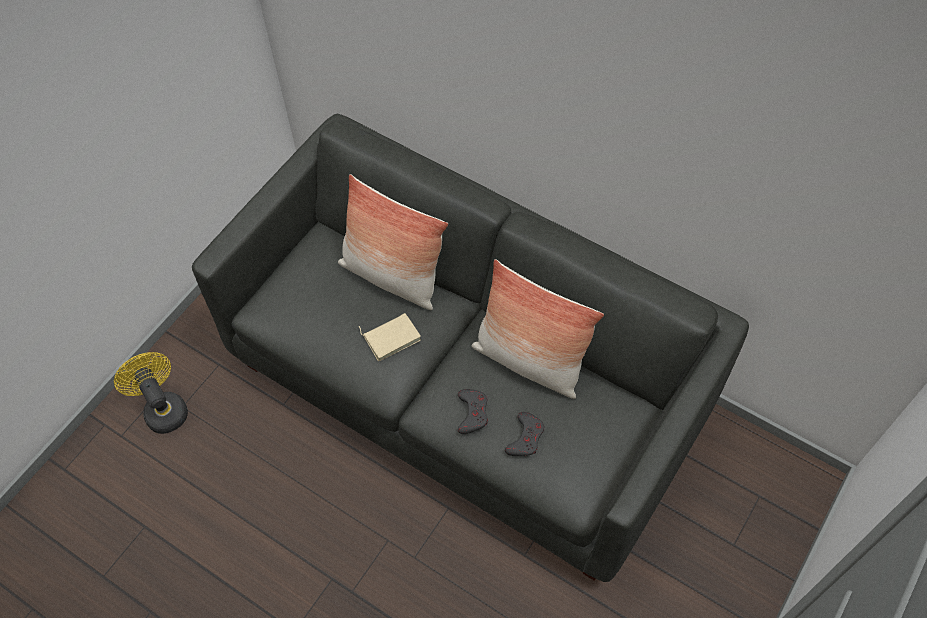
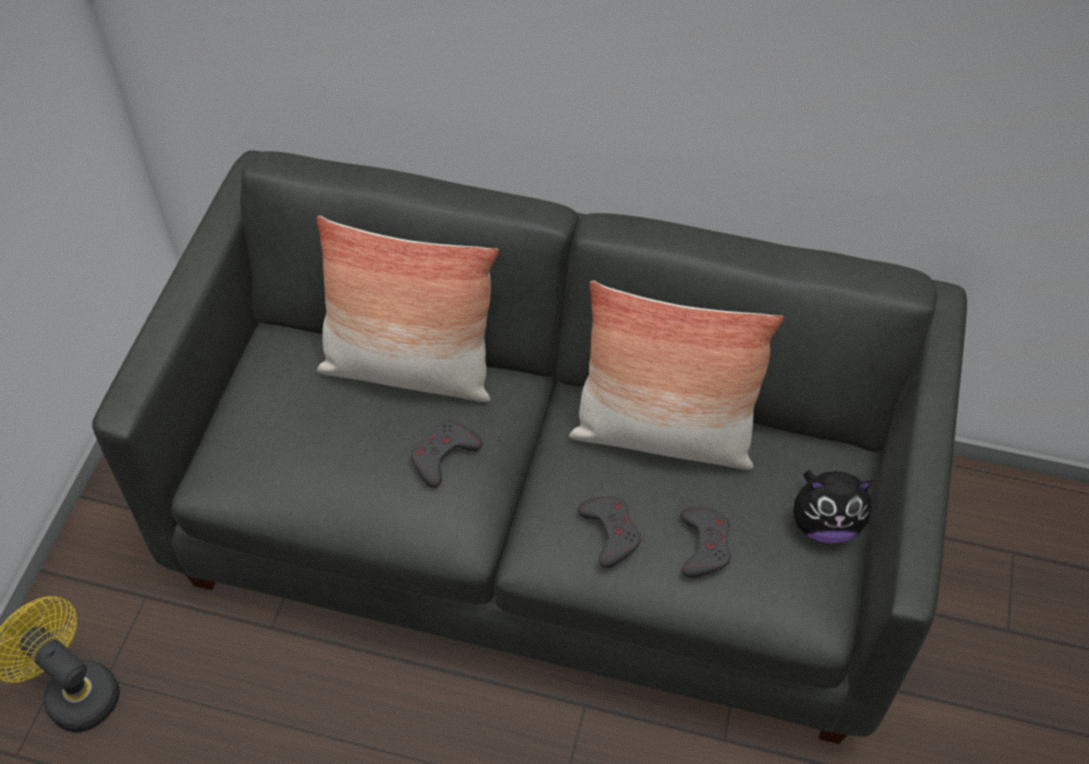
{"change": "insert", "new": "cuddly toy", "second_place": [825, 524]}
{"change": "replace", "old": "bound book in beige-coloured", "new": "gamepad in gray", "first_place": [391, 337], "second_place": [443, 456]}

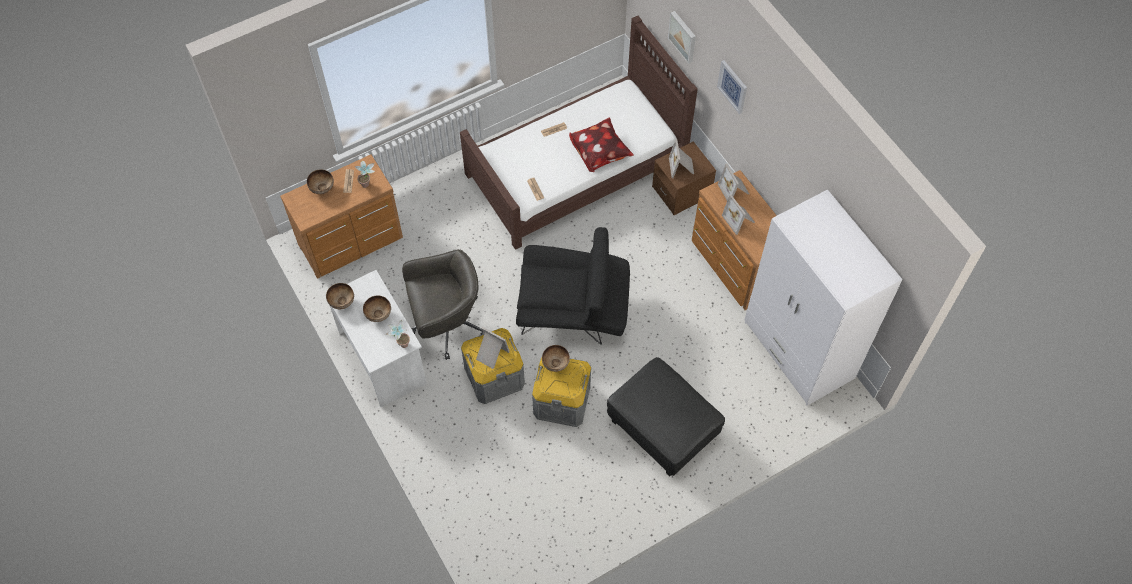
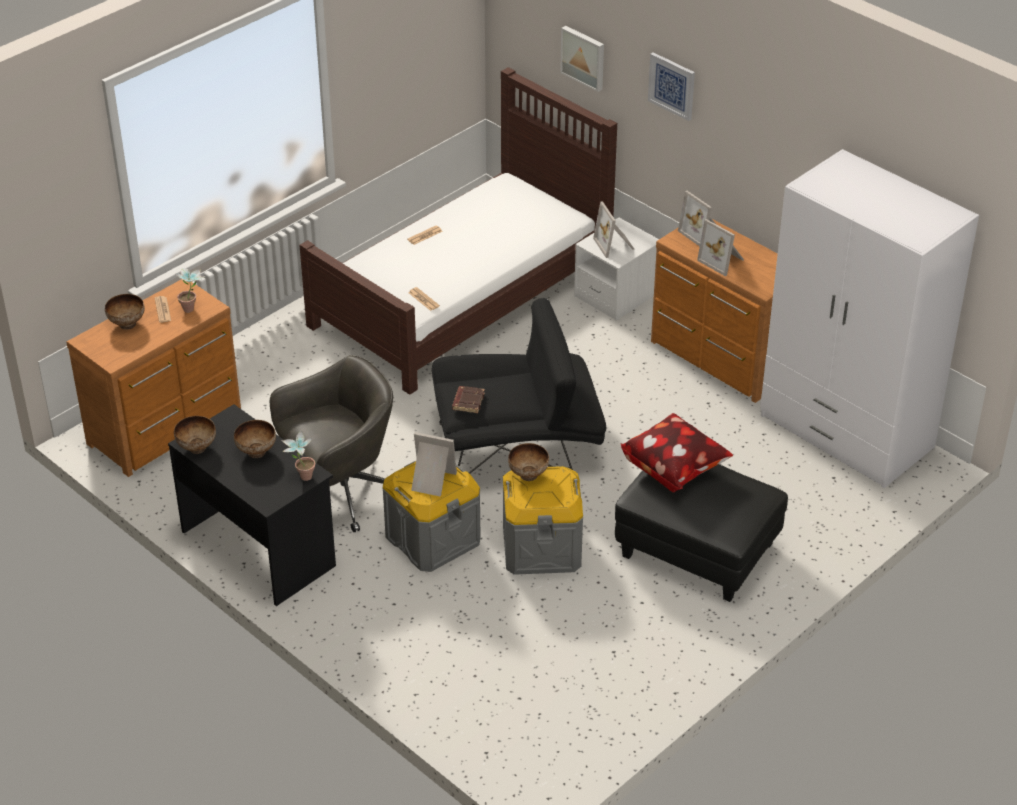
{"change": "insert", "new": "bound book in brown-coloured", "second_place": [468, 401]}
{"change": "move", "old": "throw pillow", "first_place": [600, 153], "second_place": [674, 468]}
{"change": "recolor", "old": "desk table in whitish", "new": "desk table in black-coloured", "first_place": [383, 356], "second_place": [259, 547]}
{"change": "recolor", "old": "bedside table in brown-coloured", "new": "bedside table in whitish", "first_place": [681, 192], "second_place": [616, 295]}

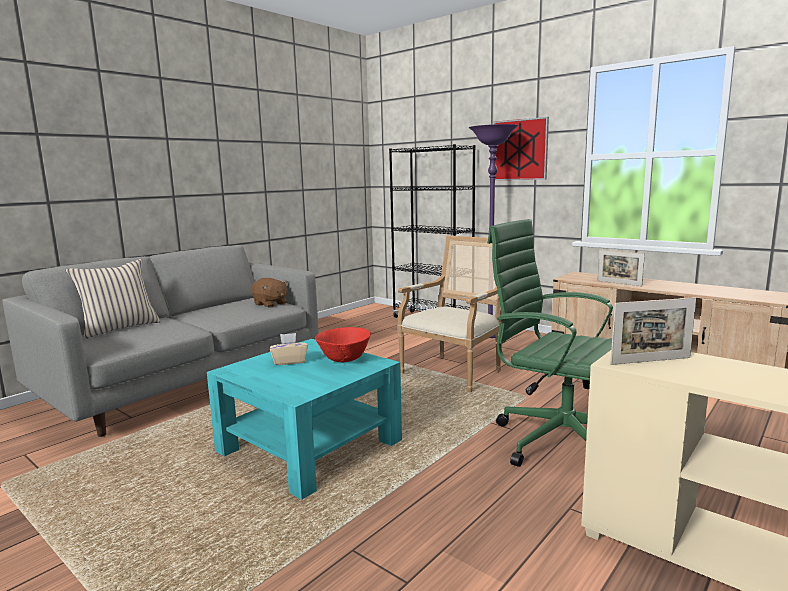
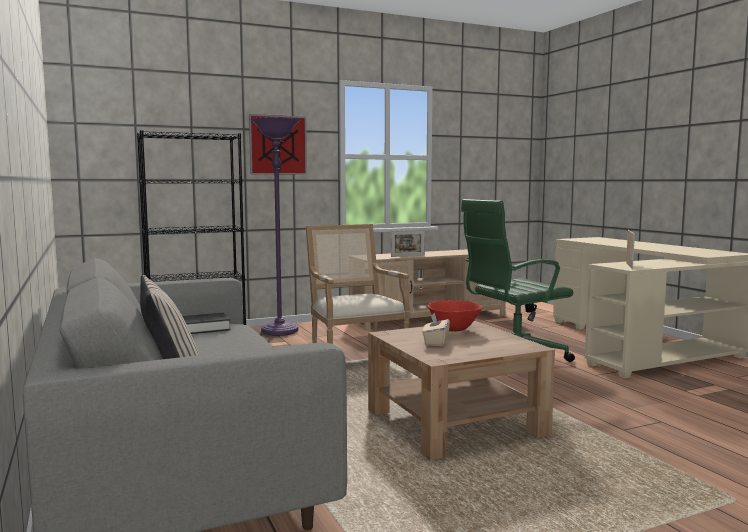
{"change": "replace", "old": "cuddly toy in brown-coloured", "new": "bound book in black-coloured", "first_place": [270, 304], "second_place": [203, 328]}
{"change": "recolor", "old": "coffee table in blue-green", "new": "coffee table in brown-coloured", "first_place": [309, 446], "second_place": [455, 423]}

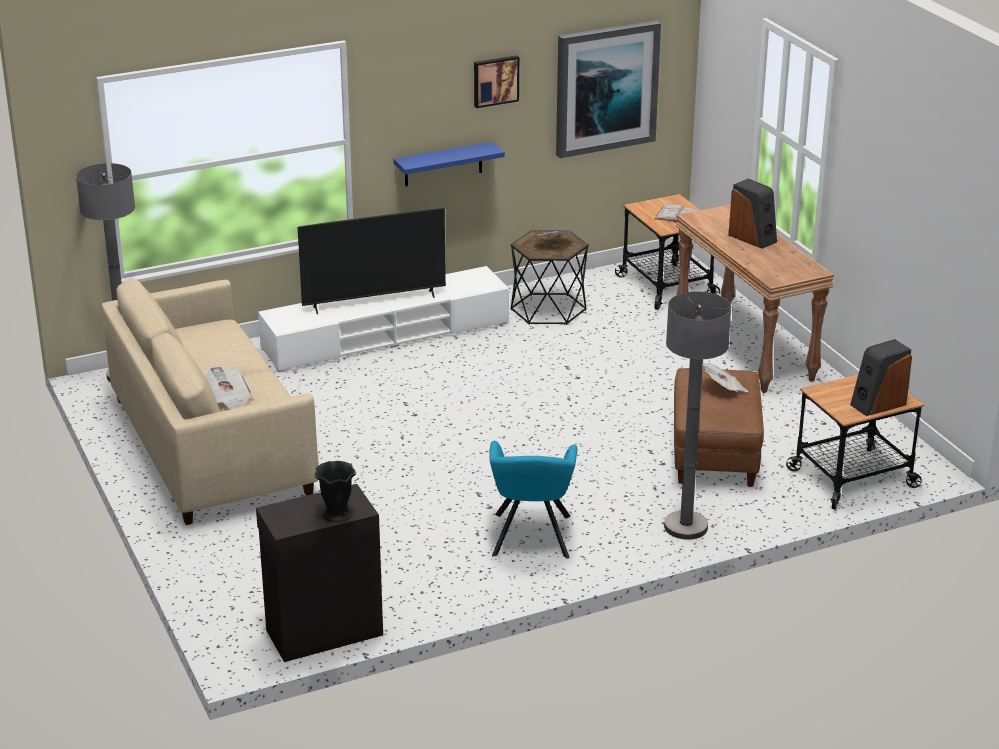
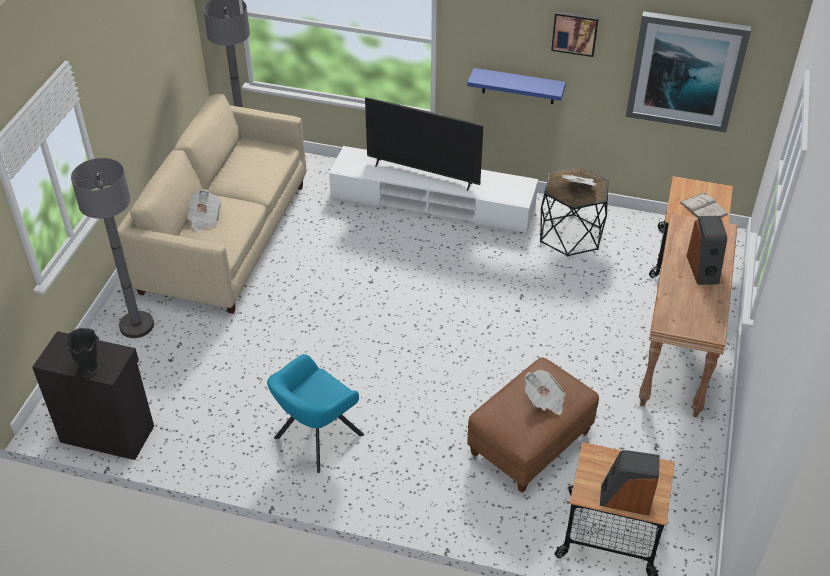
{"change": "move", "old": "standard lamp in gray", "first_place": [685, 527], "second_place": [136, 325]}

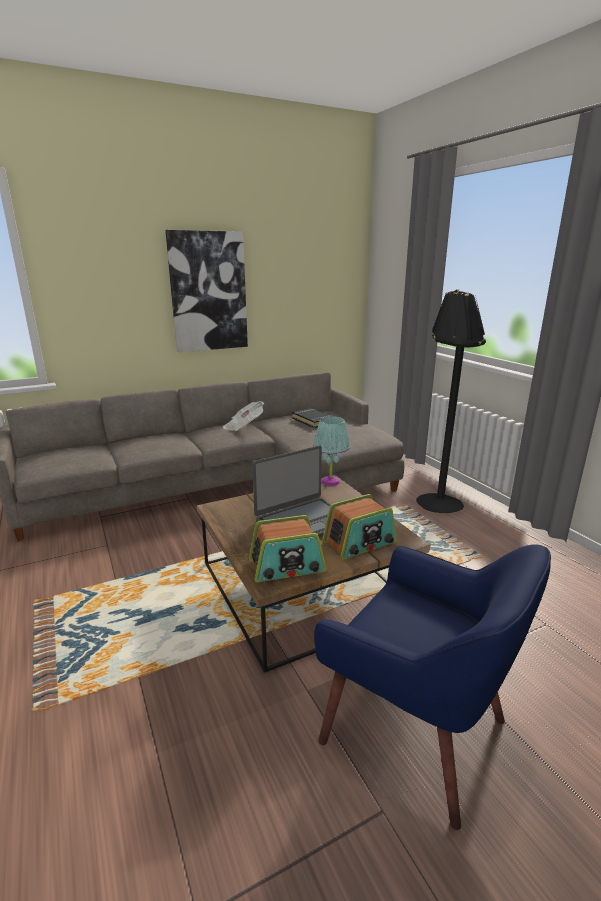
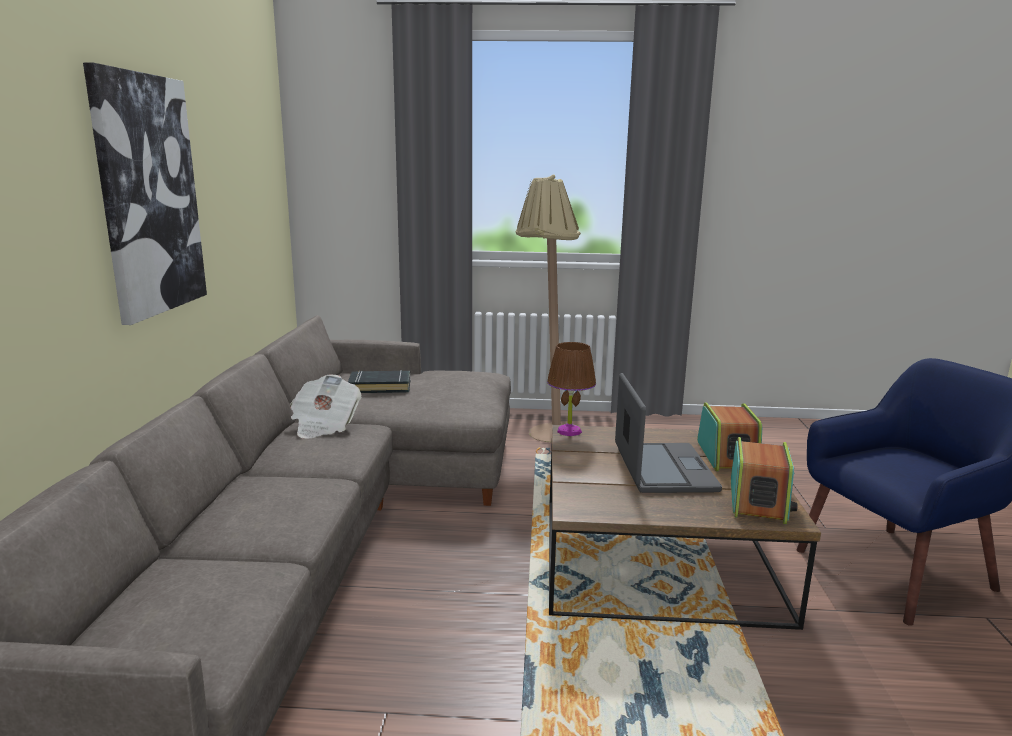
{"change": "recolor", "old": "table lamp in blue-green", "new": "table lamp in brown-coloured", "first_place": [330, 481], "second_place": [569, 431]}
{"change": "recolor", "old": "standard lamp in black-coloured", "new": "standard lamp in beige-coloured", "first_place": [440, 499], "second_place": [547, 430]}

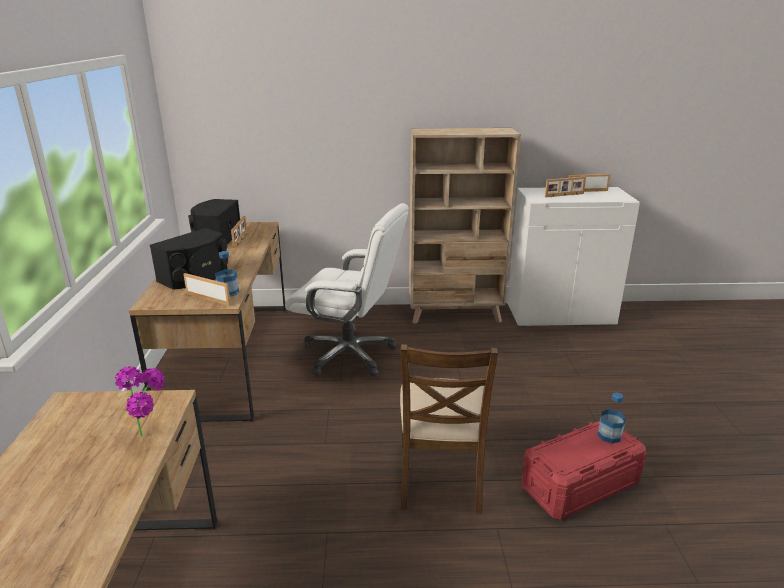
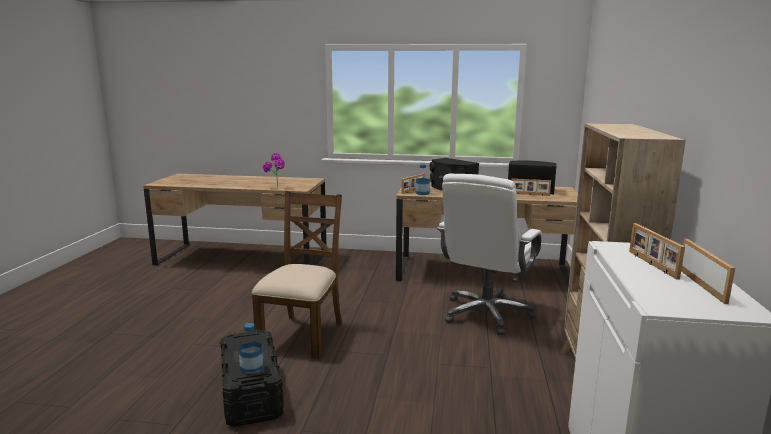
{"change": "recolor", "old": "storage container in reddish", "new": "storage container in black-coloured", "first_place": [579, 484], "second_place": [251, 393]}
{"change": "rotate", "old": "upright chair in brown-coloured", "first_place": [440, 476], "second_place": [303, 335], "degrees": 90}

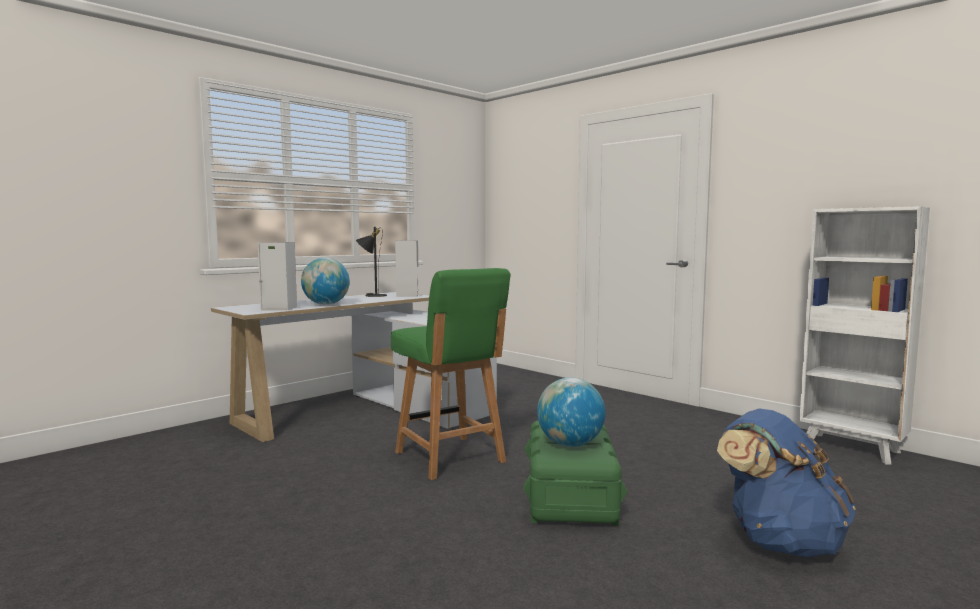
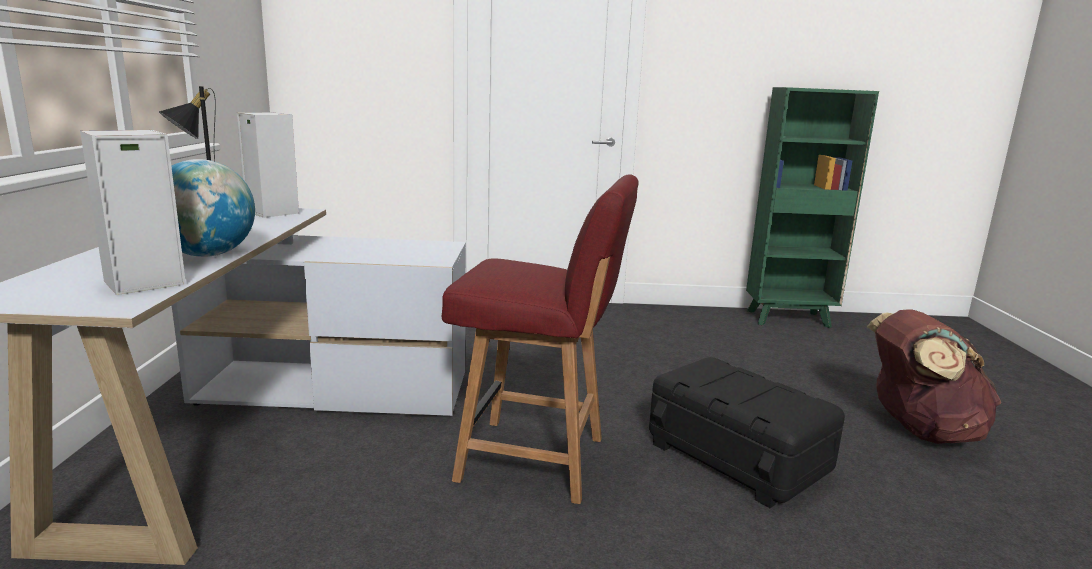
{"change": "delete", "old": "globe", "first_place": [570, 444]}
{"change": "recolor", "old": "upright chair in greenish", "new": "upright chair in reddish", "first_place": [450, 458], "second_place": [536, 460]}
{"change": "recolor", "old": "storage container in greenish", "new": "storage container in black-coloured", "first_place": [571, 497], "second_place": [737, 457]}
{"change": "recolor", "old": "knapsack in blue", "new": "knapsack in brown-coloured", "first_place": [779, 541], "second_place": [919, 430]}
{"change": "recolor", "old": "bookshelf in whitish", "new": "bookshelf in greenish", "first_place": [852, 449], "second_place": [790, 319]}

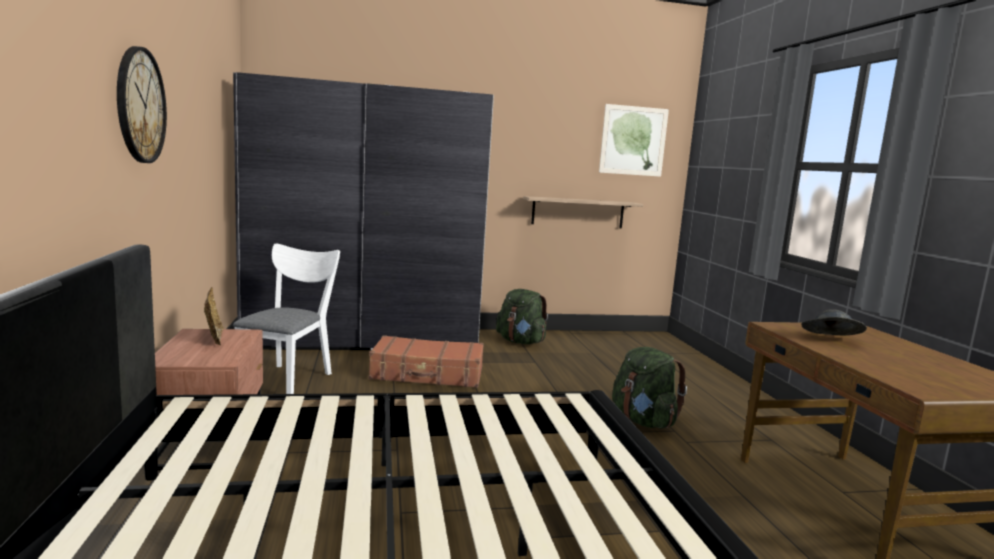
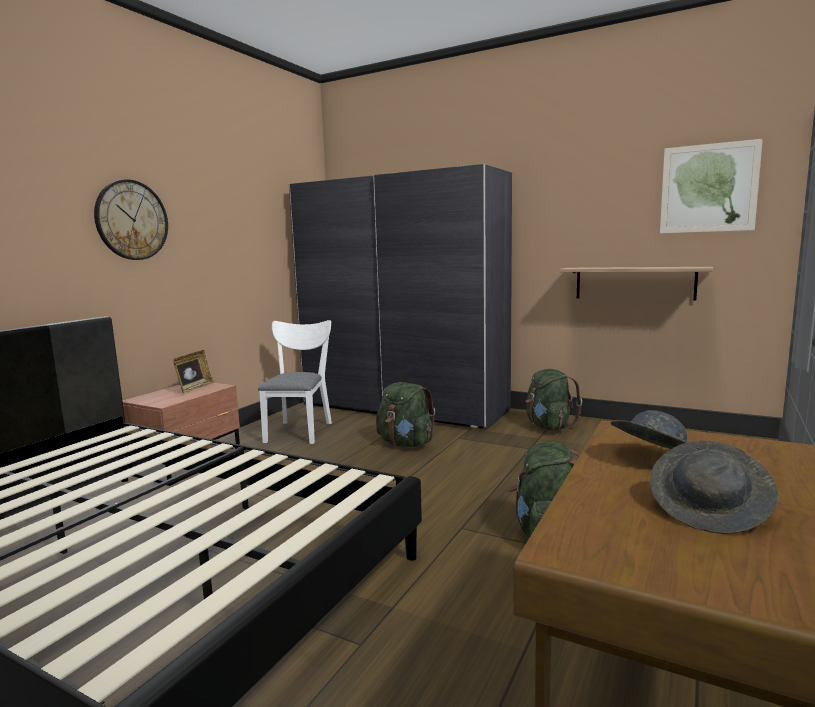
{"change": "insert", "new": "wearable hat in gray", "second_place": [710, 510]}
{"change": "replace", "old": "travel case in brown-coloured", "new": "knapsack in greenish", "first_place": [427, 374], "second_place": [405, 443]}
{"change": "rotate", "old": "upright chair in whitish", "first_place": [289, 378], "second_place": [300, 430], "degrees": -45}

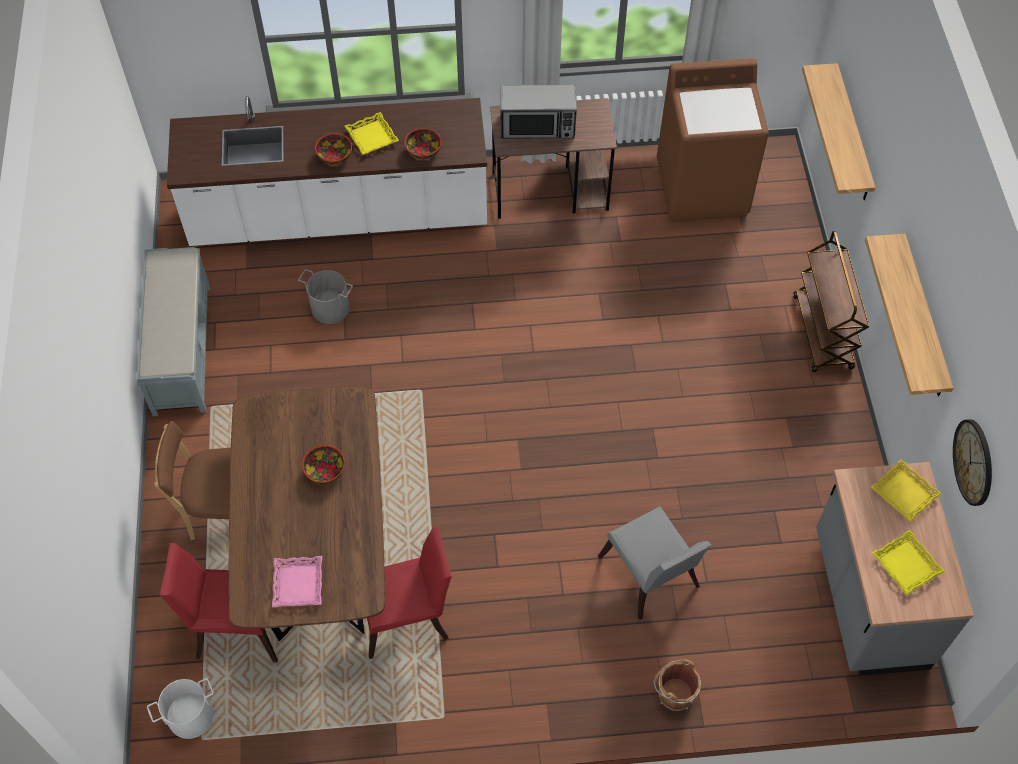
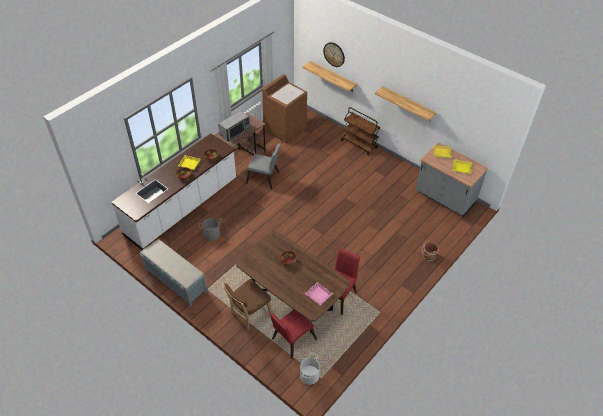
{"change": "move", "old": "upright chair in gray", "first_place": [650, 578], "second_place": [265, 179]}
{"change": "move", "old": "wall clock", "first_place": [974, 462], "second_place": [334, 54]}

